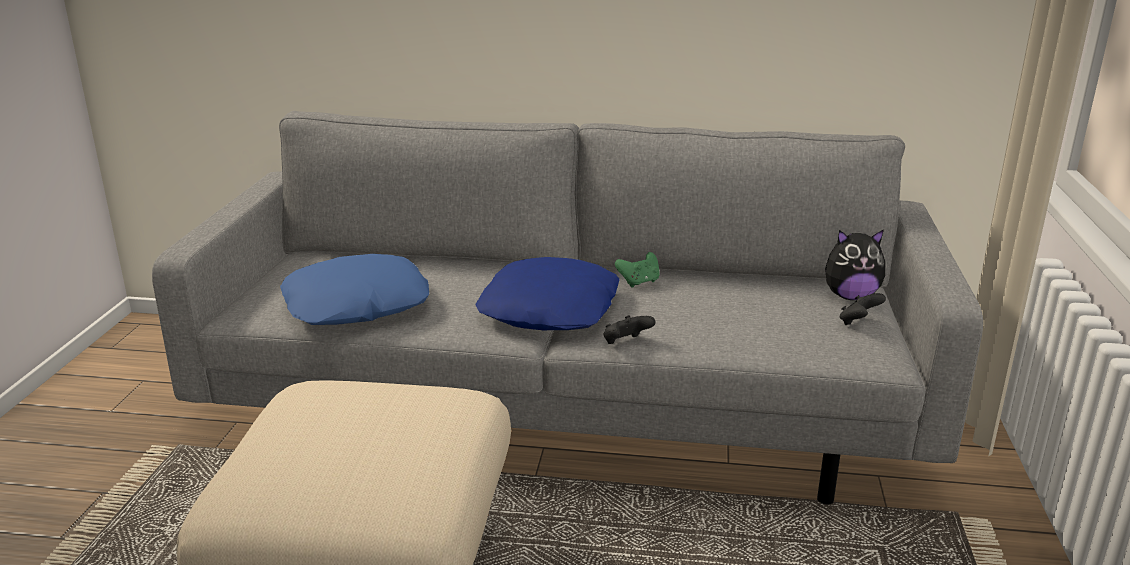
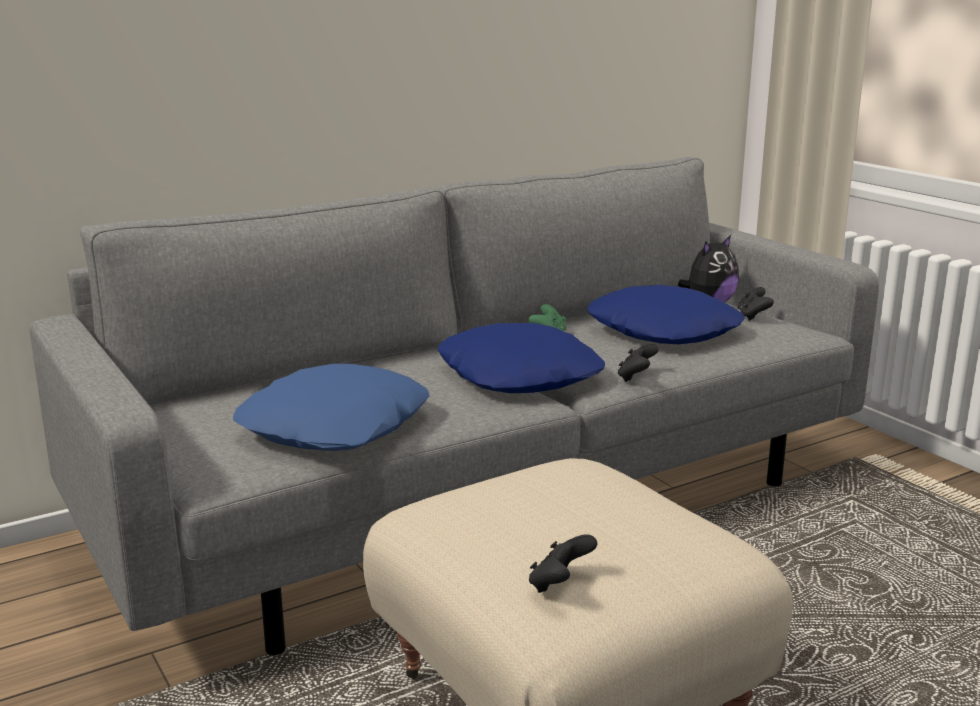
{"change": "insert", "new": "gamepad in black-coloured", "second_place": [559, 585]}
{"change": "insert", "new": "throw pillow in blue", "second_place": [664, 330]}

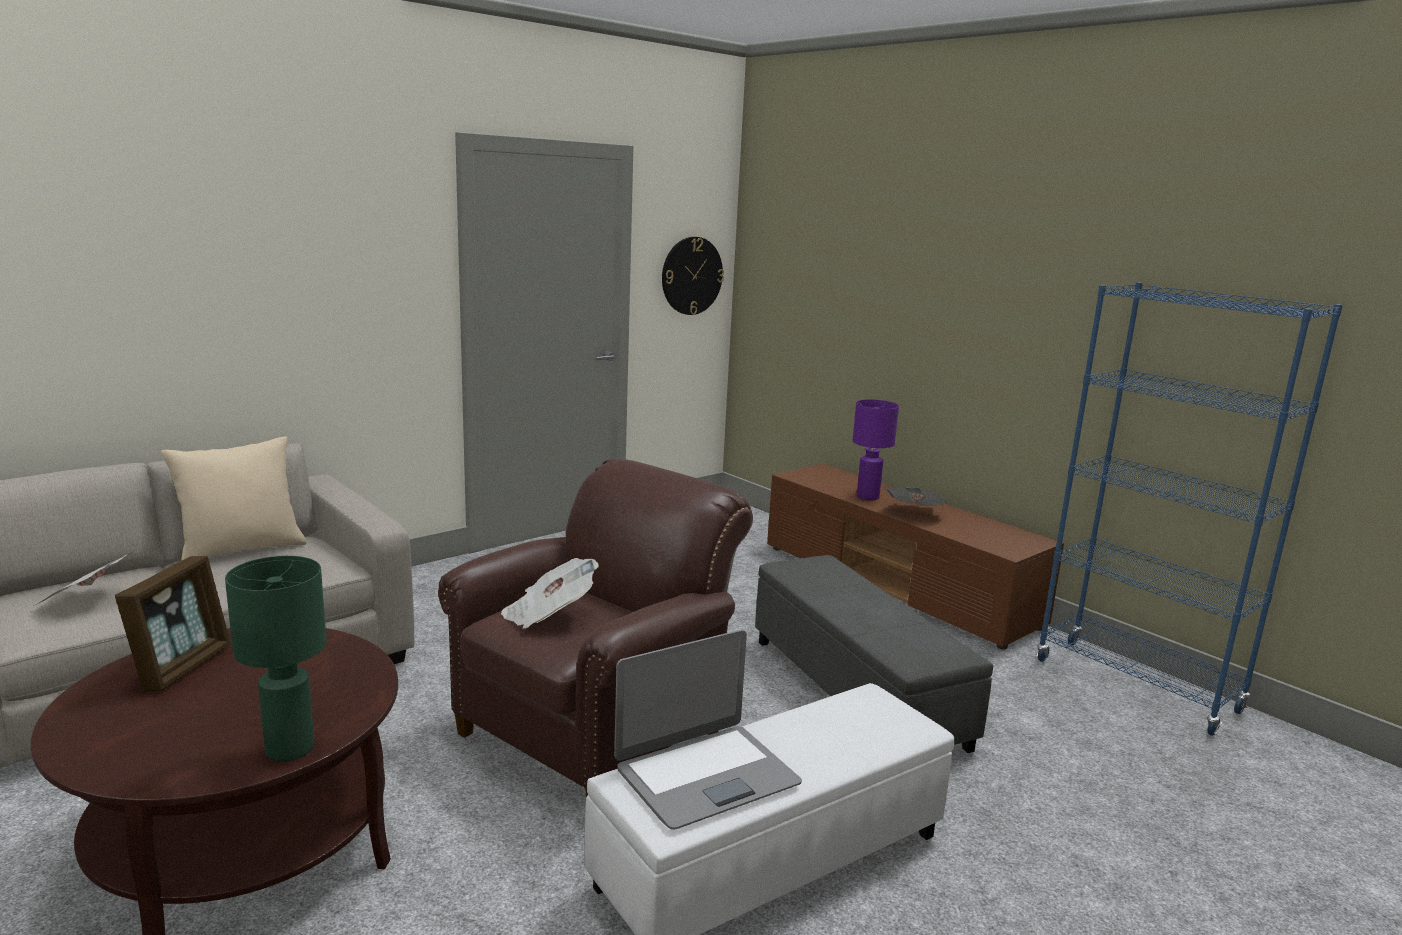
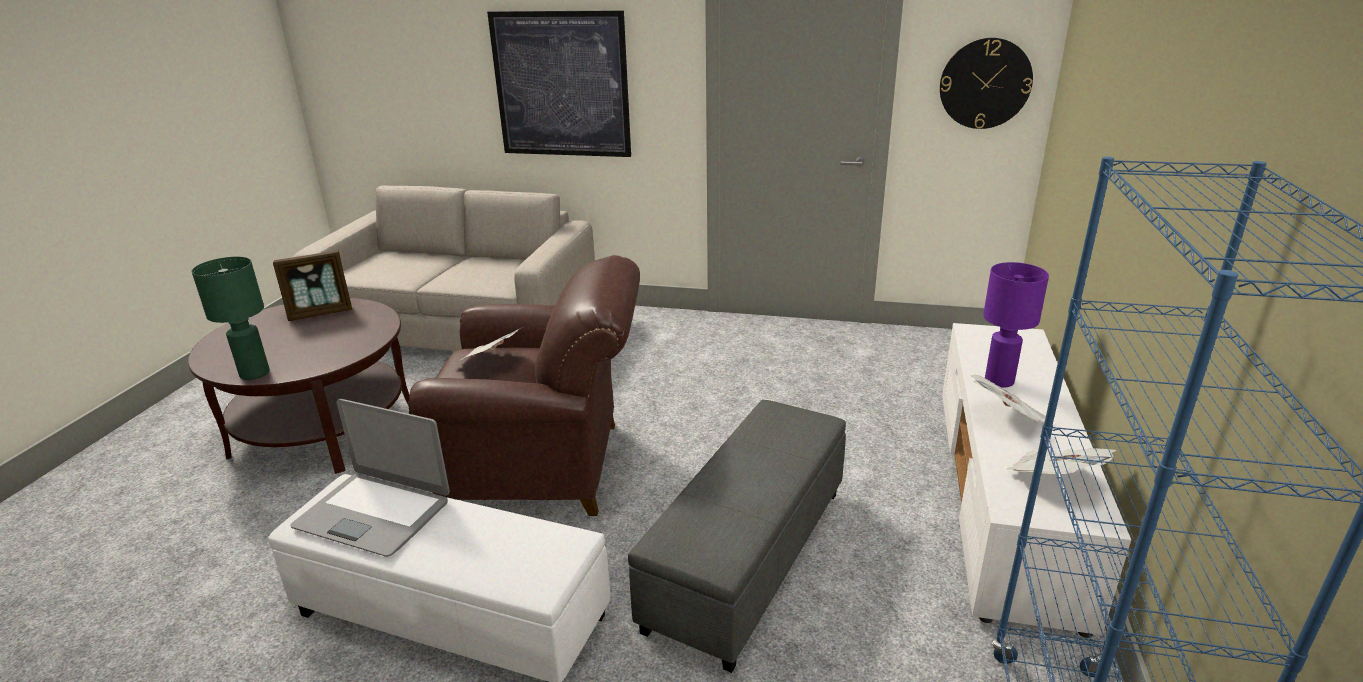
{"change": "delete", "old": "throw pillow in beige-coloured", "first_place": [241, 550]}
{"change": "insert", "new": "wall art", "second_place": [561, 85]}
{"change": "move", "old": "newspaper", "first_place": [87, 600], "second_place": [1054, 480]}
{"change": "recolor", "old": "tv stand in brown-coloured", "new": "tv stand in whitish", "first_place": [898, 586], "second_place": [1005, 497]}

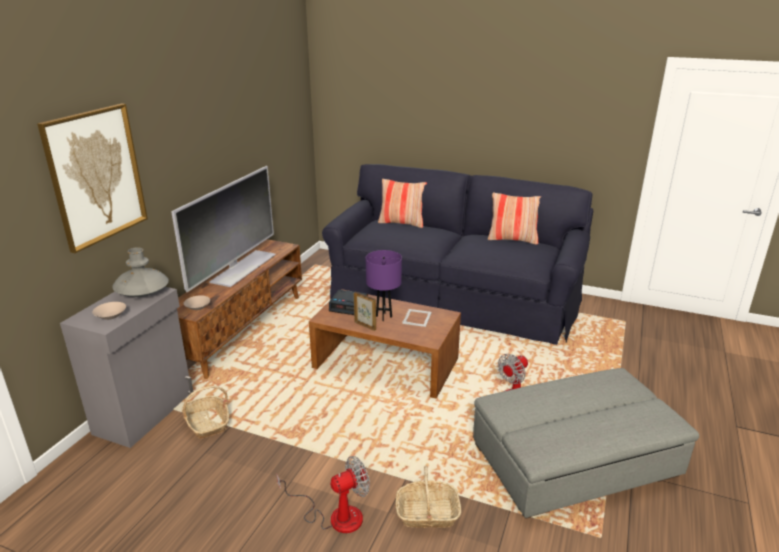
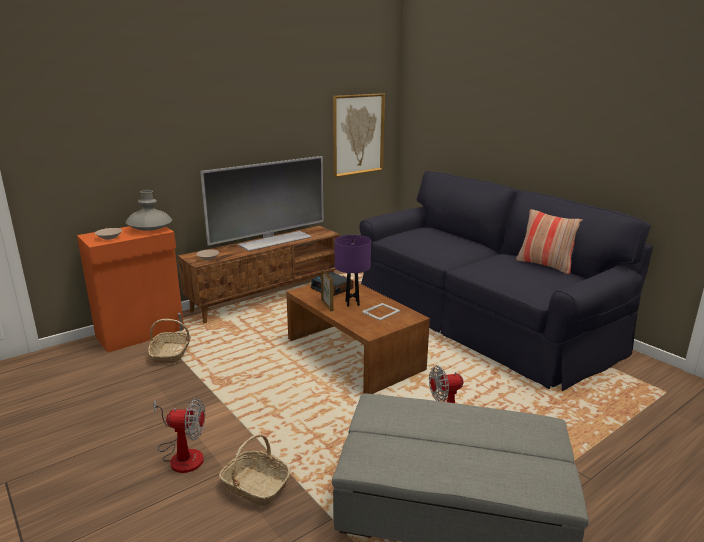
{"change": "delete", "old": "throw pillow", "first_place": [402, 223]}
{"change": "move", "old": "wall art", "first_place": [96, 176], "second_place": [358, 134]}
{"change": "recolor", "old": "cupboard in gray", "new": "cupboard in orange-coloured", "first_place": [146, 413], "second_place": [141, 333]}

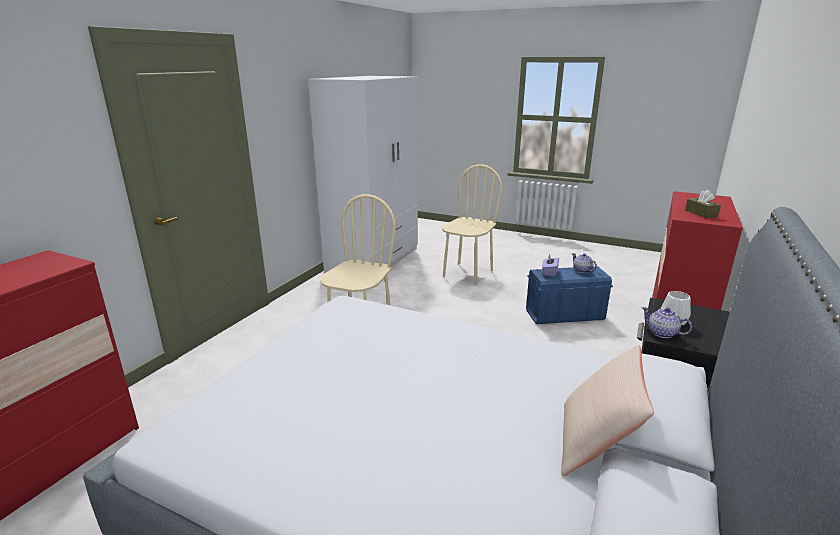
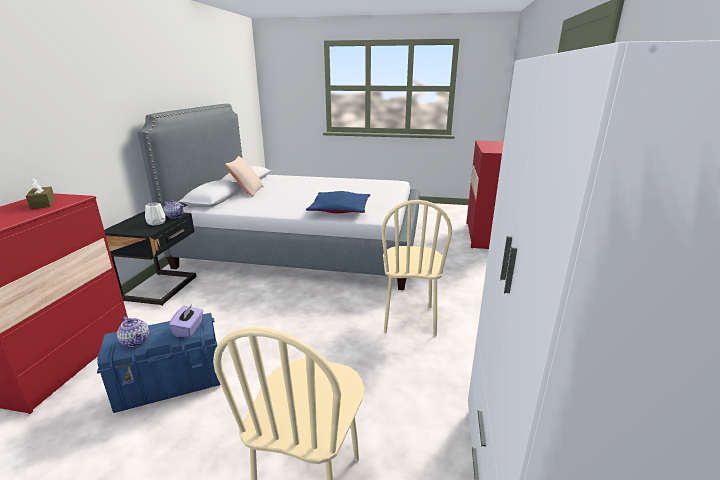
{"change": "insert", "new": "throw pillow in blue", "second_place": [340, 210]}

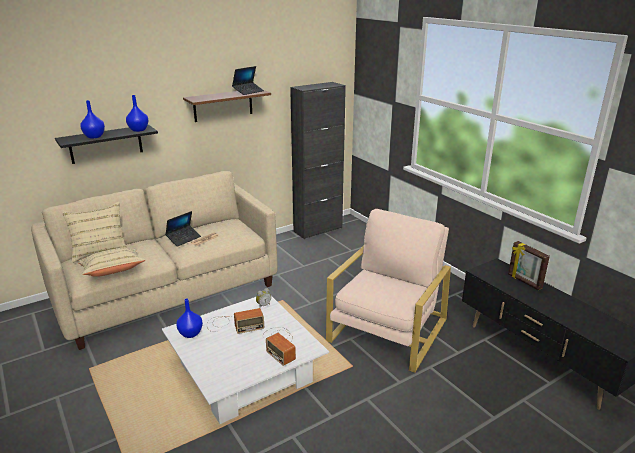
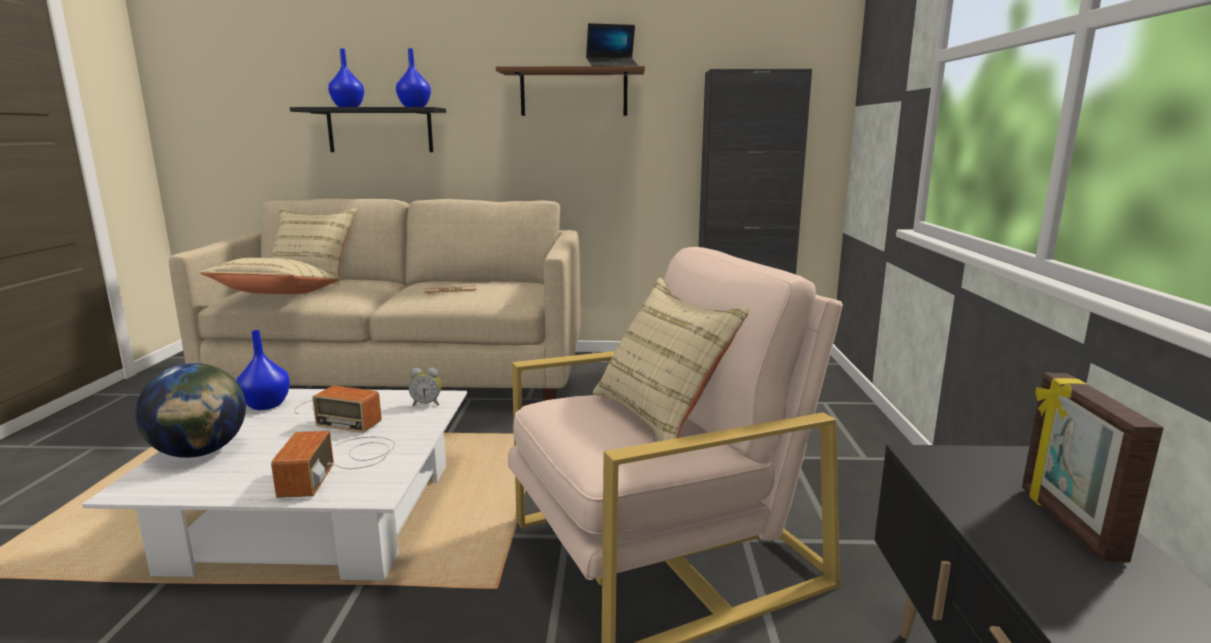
{"change": "delete", "old": "notebook computer", "first_place": [183, 238]}
{"change": "insert", "new": "globe", "second_place": [200, 452]}
{"change": "insert", "new": "throw pillow in beige-coloured", "second_place": [662, 414]}

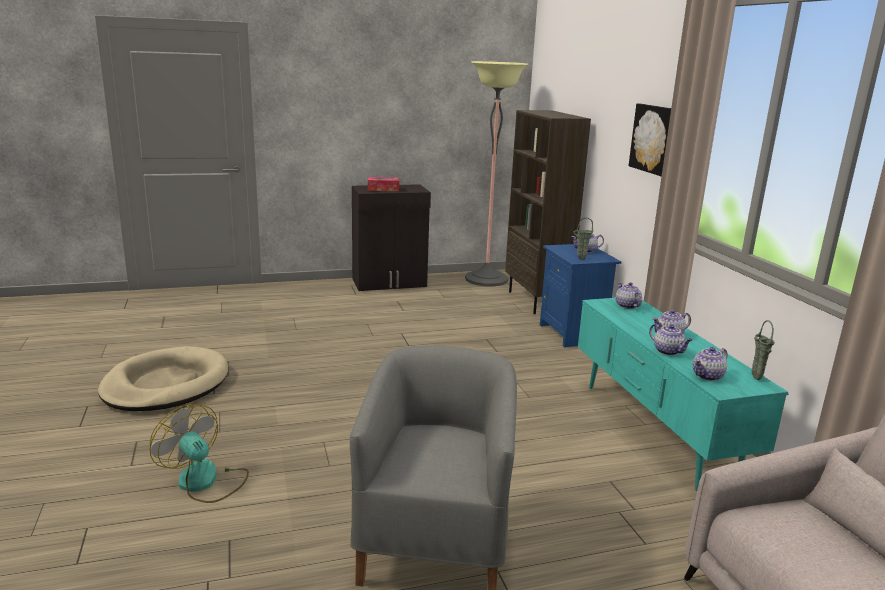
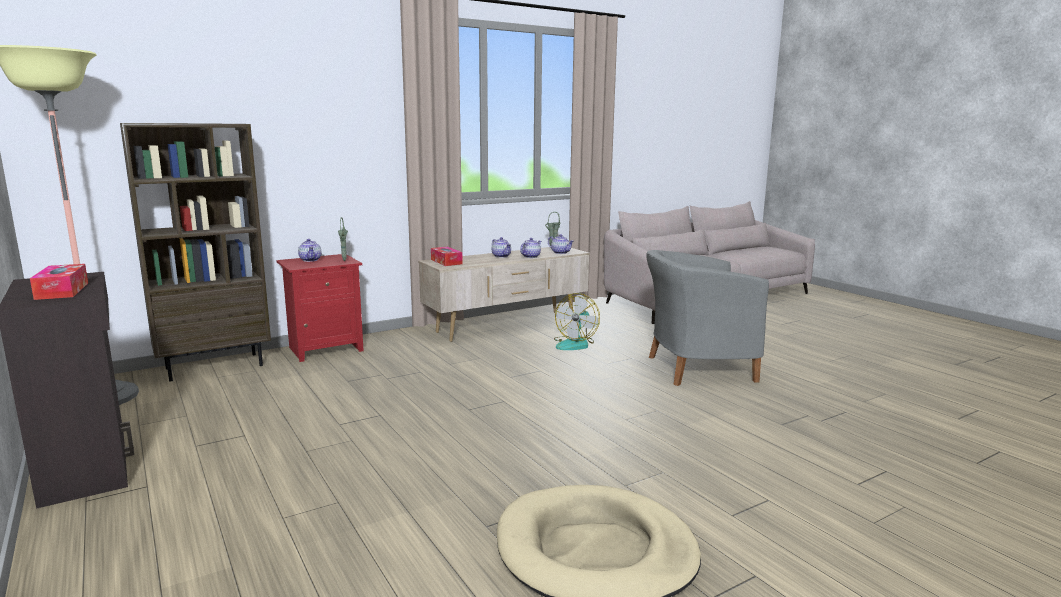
{"change": "delete", "old": "wall art", "first_place": [654, 139]}
{"change": "move", "old": "fan", "first_place": [205, 482], "second_place": [575, 344]}
{"change": "replace", "old": "tea pot", "new": "box of tissues", "first_place": [626, 306], "second_place": [446, 262]}
{"change": "recolor", "old": "bedside table in blue", "new": "bedside table in reddish", "first_place": [573, 334], "second_place": [325, 349]}
{"change": "recolor", "old": "tv stand in blue-green", "new": "tv stand in beige-coloured", "first_place": [655, 431], "second_place": [507, 326]}

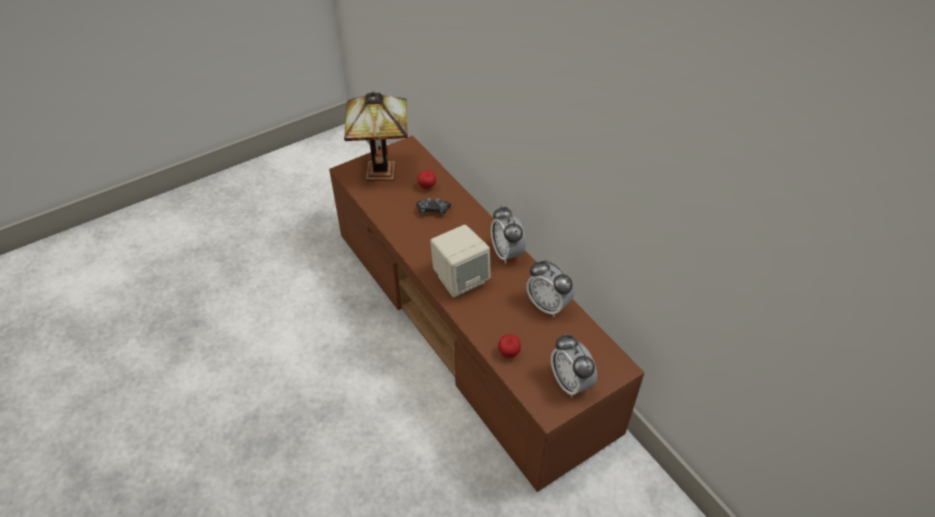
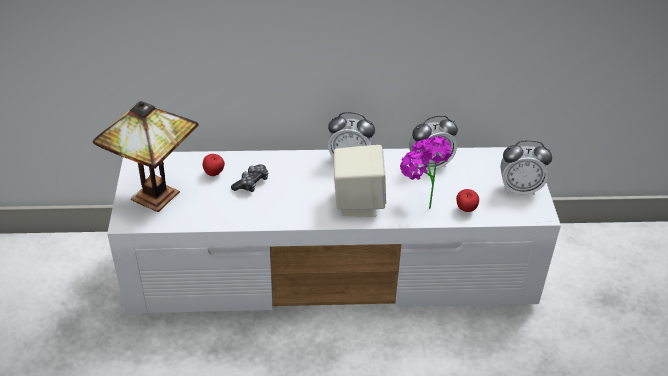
{"change": "insert", "new": "houseplant", "second_place": [418, 205]}
{"change": "recolor", "old": "tv stand in brown-coloured", "new": "tv stand in whitish", "first_place": [469, 329], "second_place": [334, 271]}

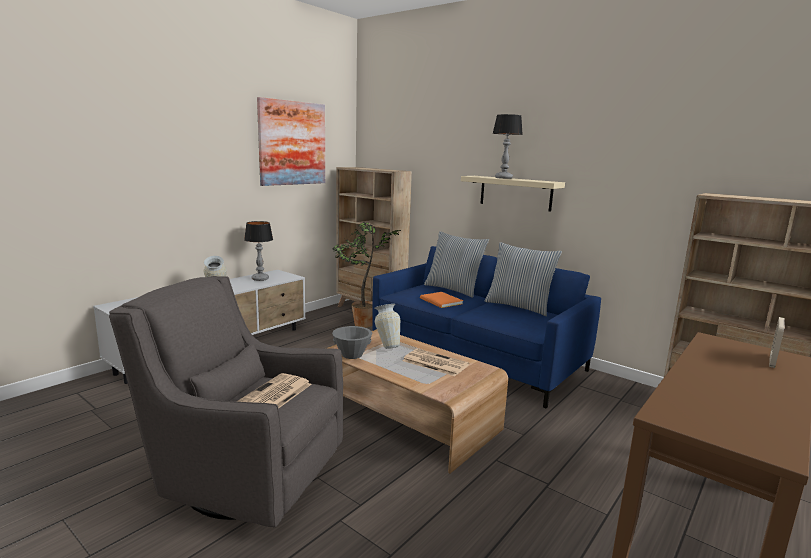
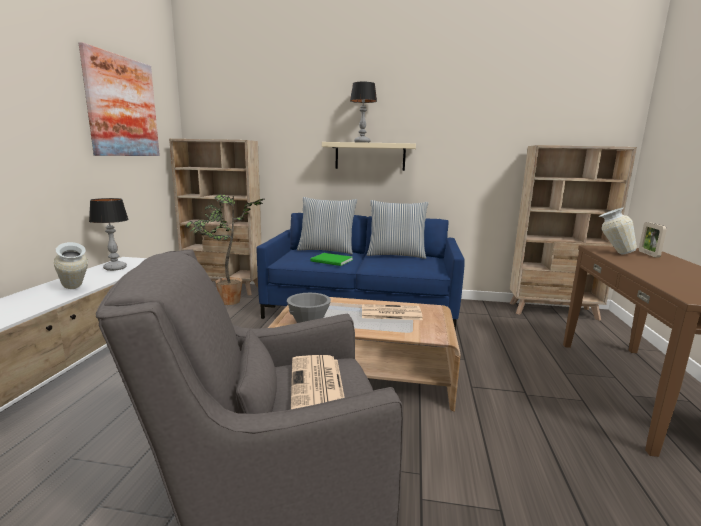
{"change": "move", "old": "vase", "first_place": [387, 346], "second_place": [612, 253]}
{"change": "recolor", "old": "bound book in orange-coloured", "new": "bound book in greenish", "first_place": [441, 301], "second_place": [332, 261]}

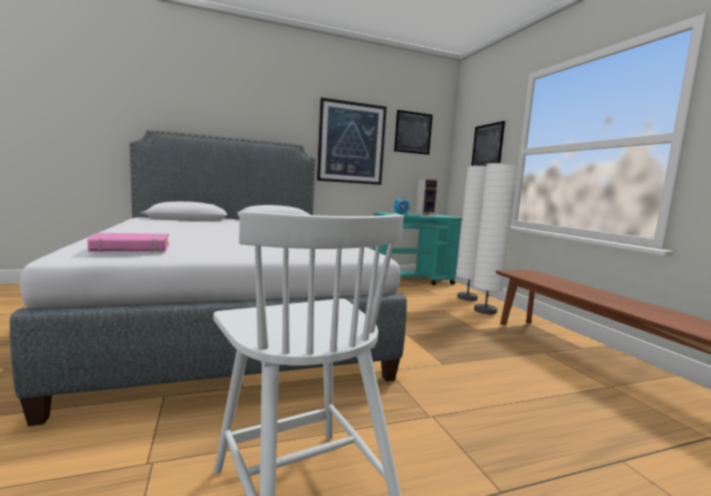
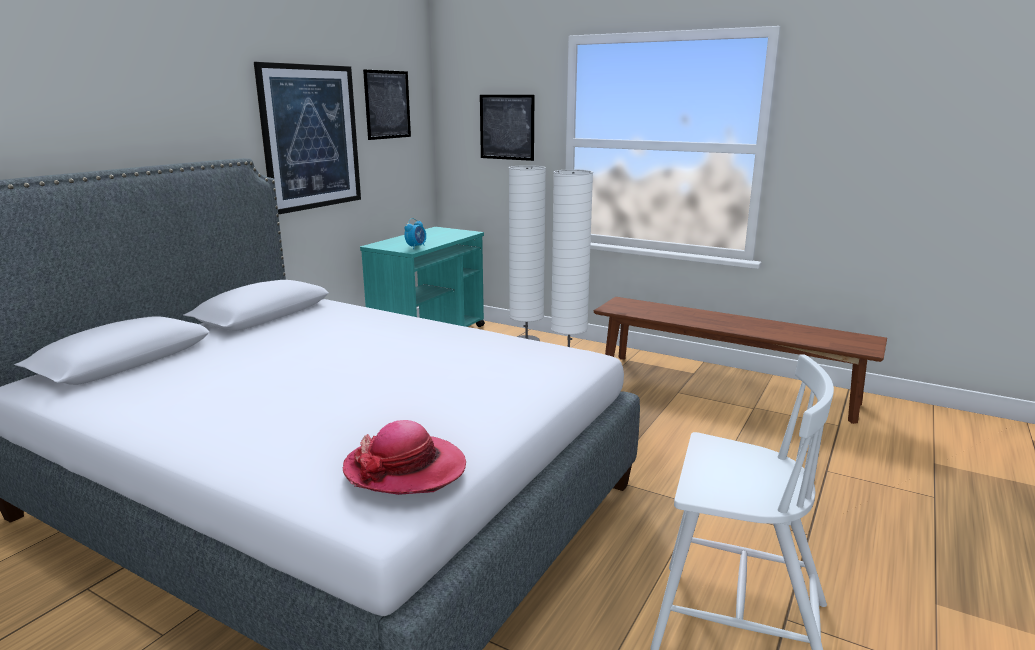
{"change": "delete", "old": "speaker", "first_place": [425, 215]}
{"change": "replace", "old": "bound book in pinkish", "new": "wearable hat", "first_place": [131, 248], "second_place": [405, 469]}

